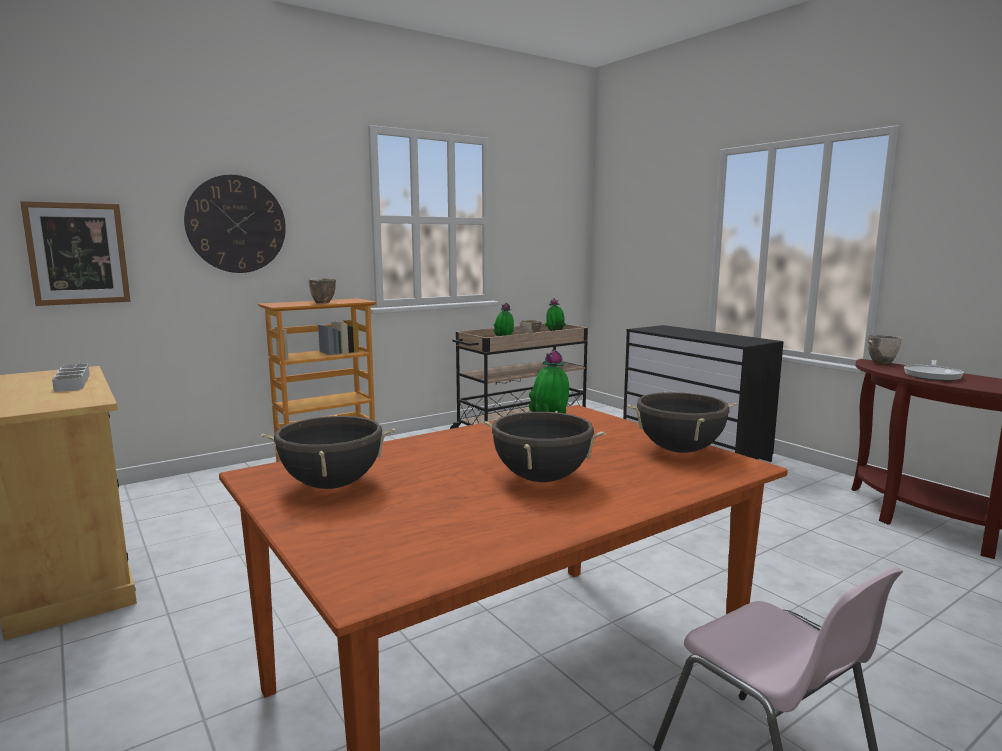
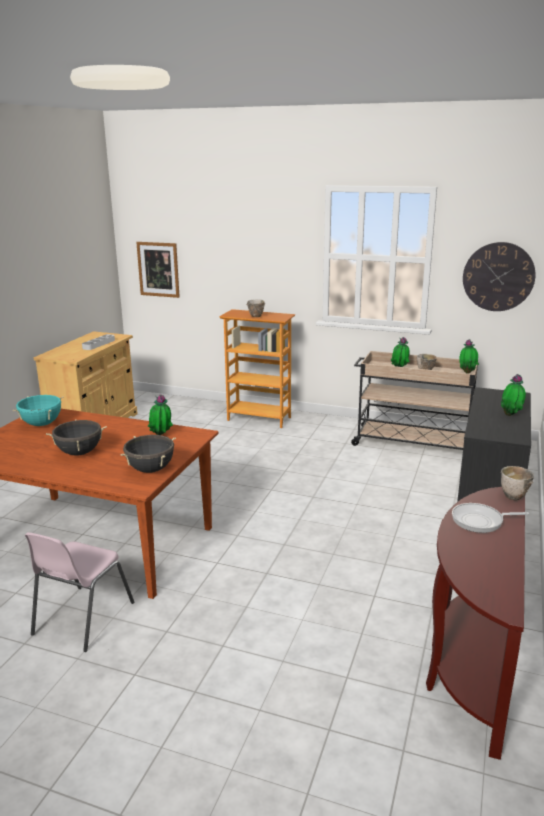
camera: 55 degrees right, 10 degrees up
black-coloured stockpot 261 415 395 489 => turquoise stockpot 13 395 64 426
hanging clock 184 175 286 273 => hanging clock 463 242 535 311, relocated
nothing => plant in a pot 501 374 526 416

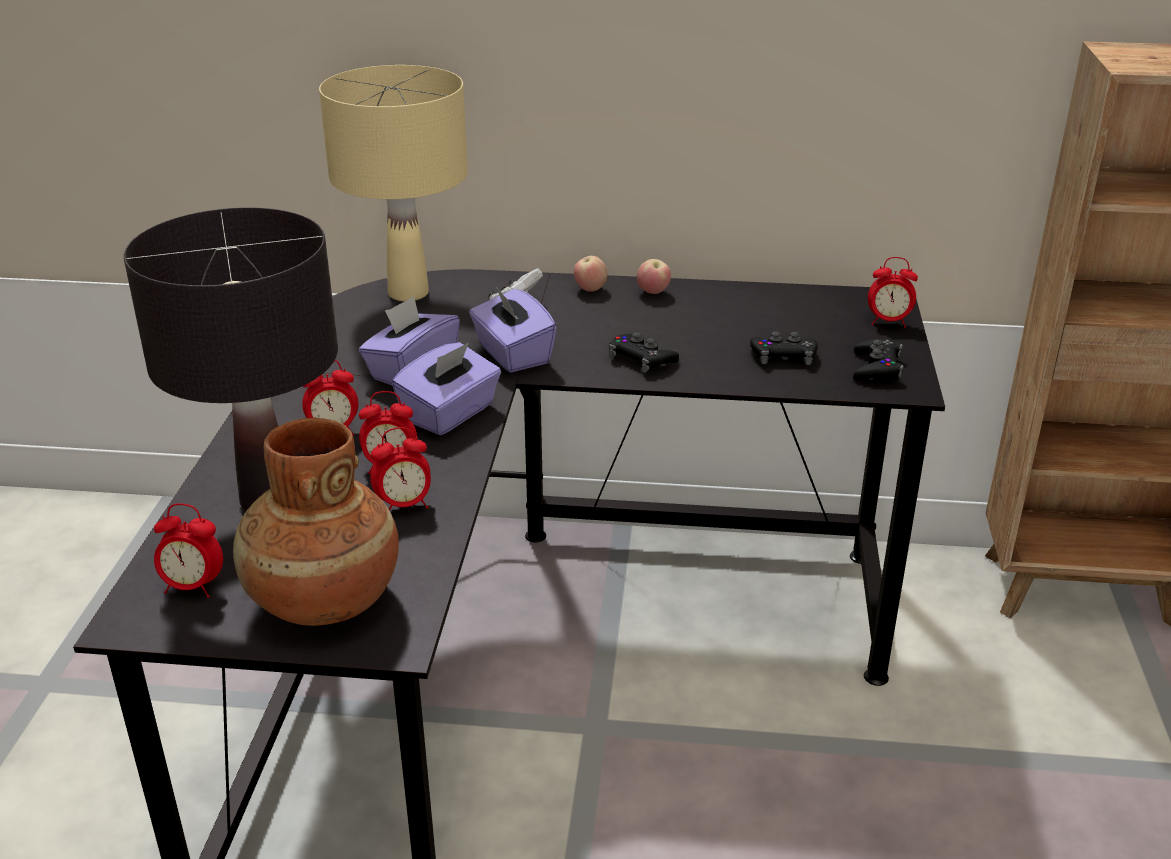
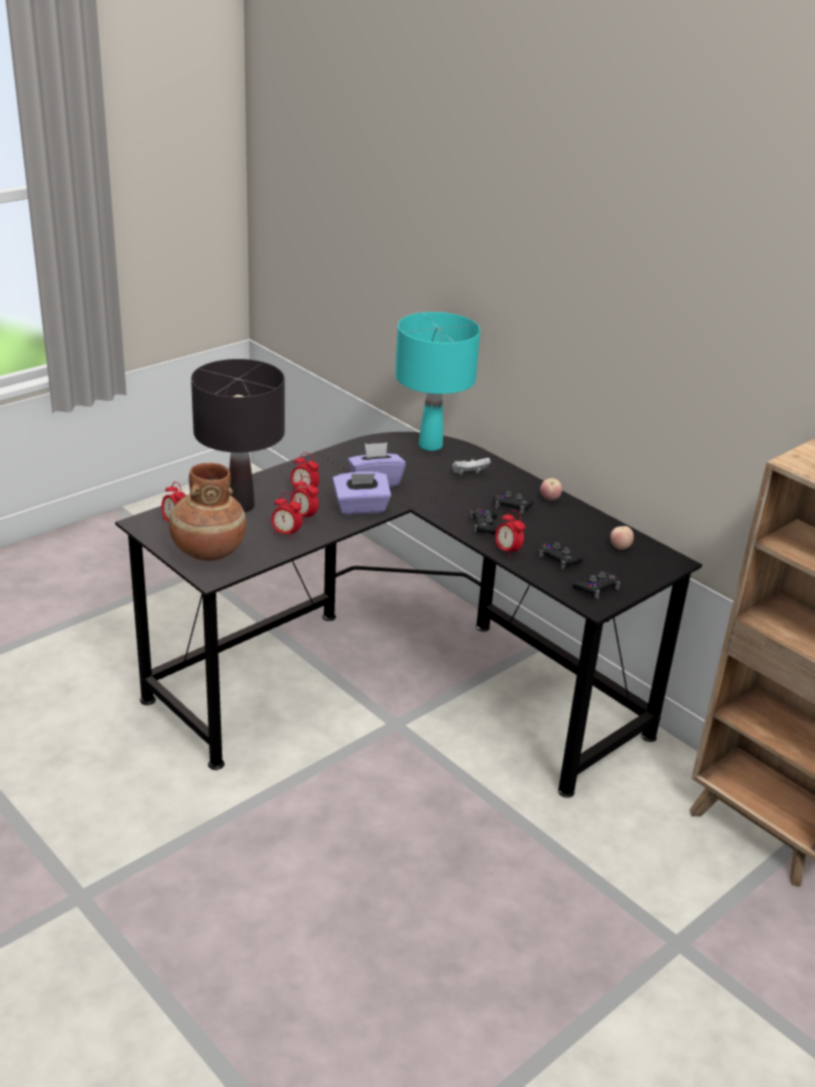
camera: 40 degrees right, 0 degrees up
sand-coloured table lamp 319 65 468 301 => turquoise table lamp 395 312 480 451
nothing => black-coloured joypad 494 491 533 514
table clock 868 257 918 328 => table clock 495 510 525 558, relocated
apple 574 256 607 292 => apple 610 526 634 550, relocated
purple-coloured tissue box 469 285 557 372 => nothing

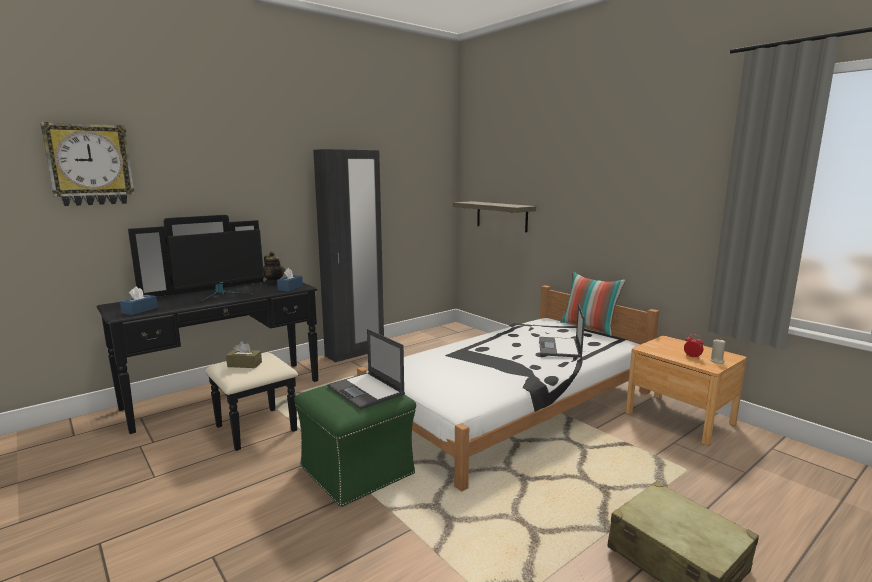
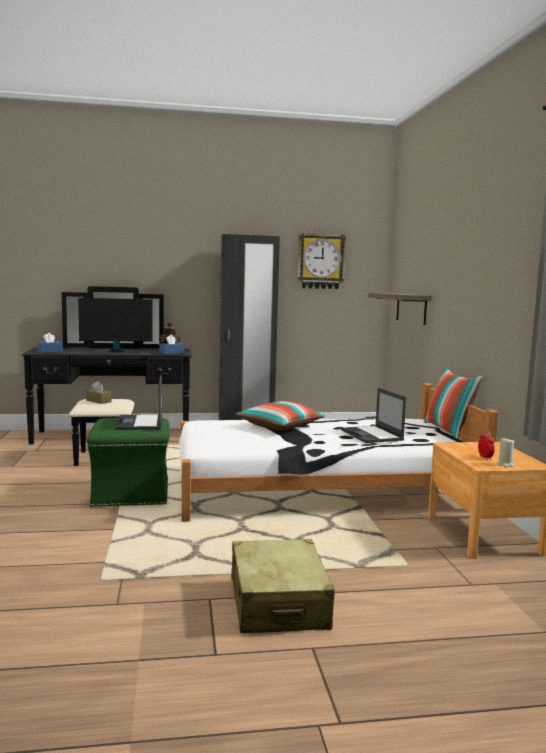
camera: 30 degrees right, 5 degrees down
nothing => throw pillow 235 401 325 430
hanging clock 40 122 135 206 => hanging clock 297 233 346 289, relocated
portable computer 539 304 585 358 => portable computer 341 388 406 443, 60 degrees counterclockwise

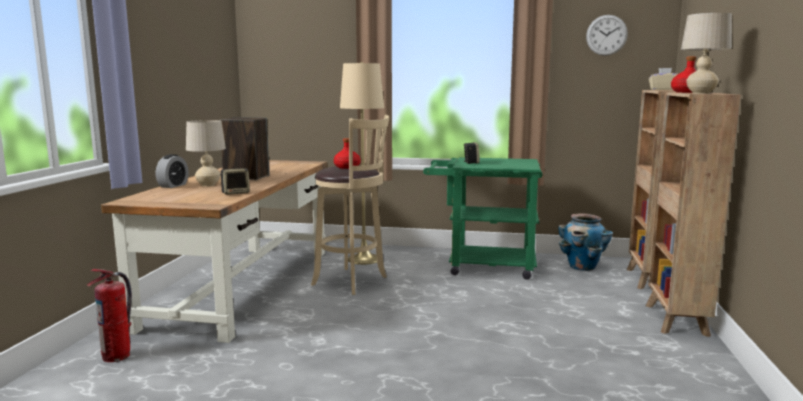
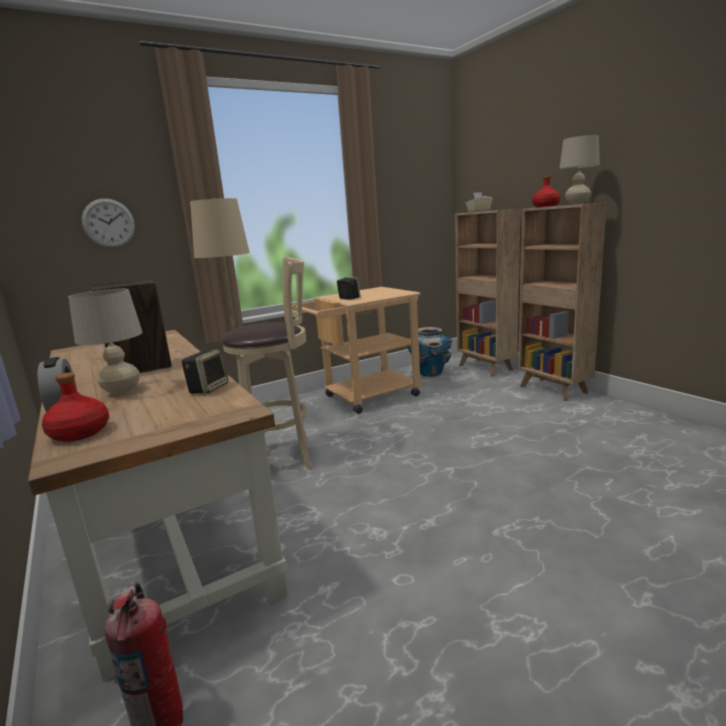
camera: 40 degrees left, 5 degrees up
red beverage bottle 334 138 361 169 => red beverage bottle 42 373 109 442, relocated
hanging clock 586 15 628 56 => hanging clock 81 198 135 248, relocated
greenish cart 423 157 543 280 => sand-coloured cart 292 287 421 414

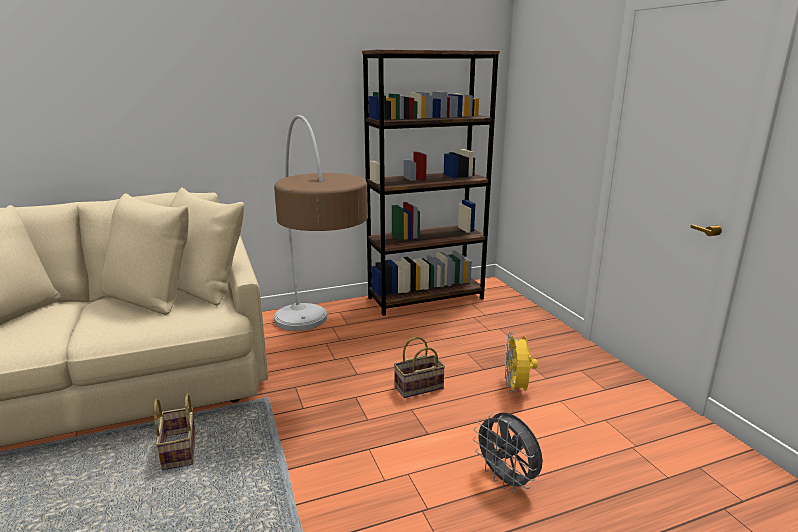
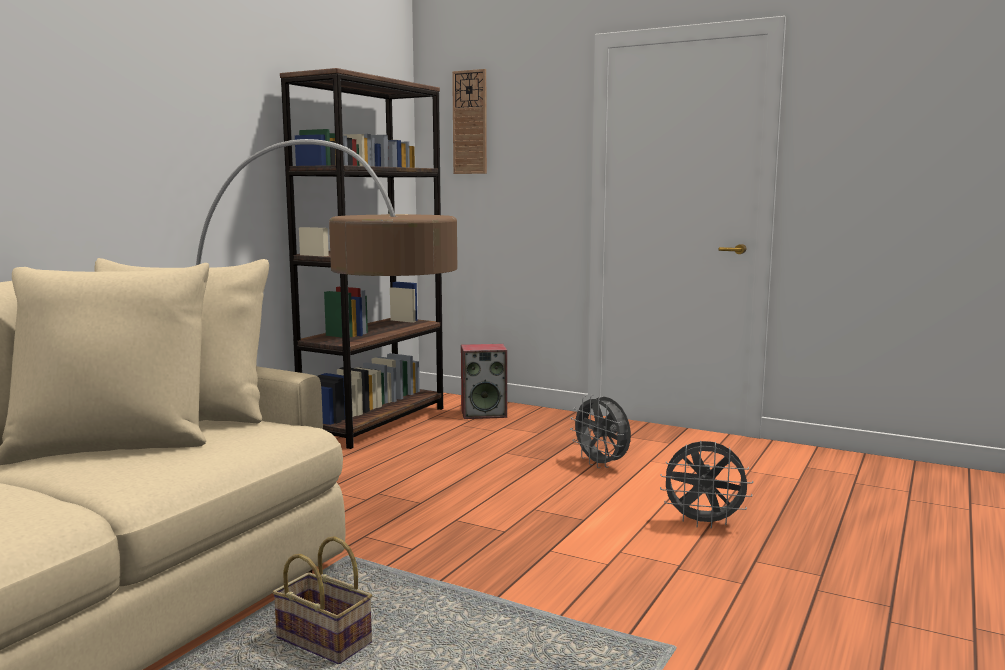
camera: 40 degrees left, 10 degrees down
nothing => hanging clock 452 69 487 174
nothing => loudspeaker 461 344 507 419
yellowish electric fan 504 332 538 395 => gray electric fan 570 394 631 468
basket 394 337 445 398 => nothing

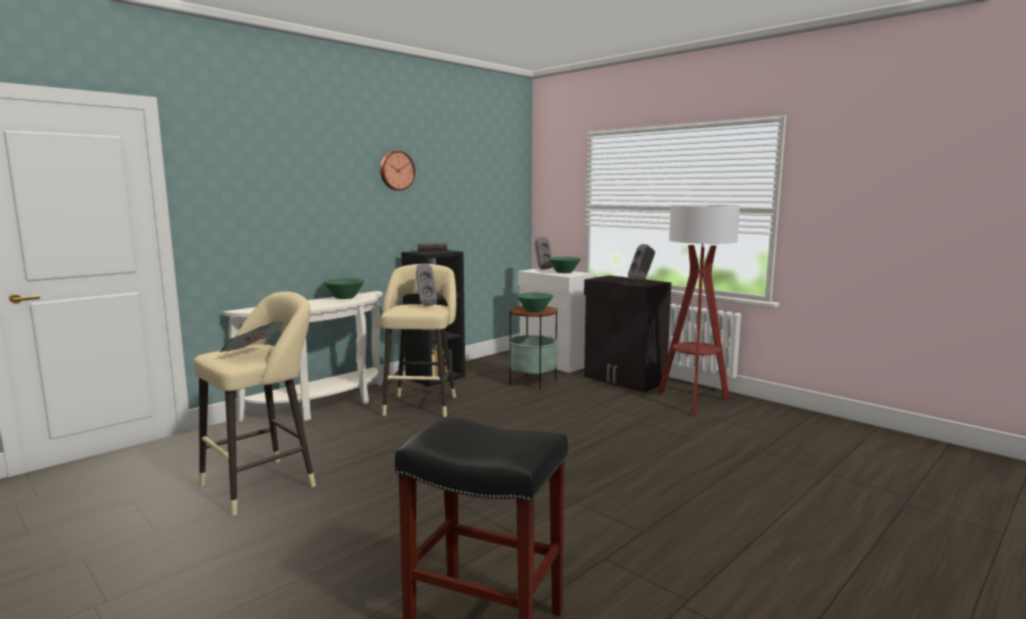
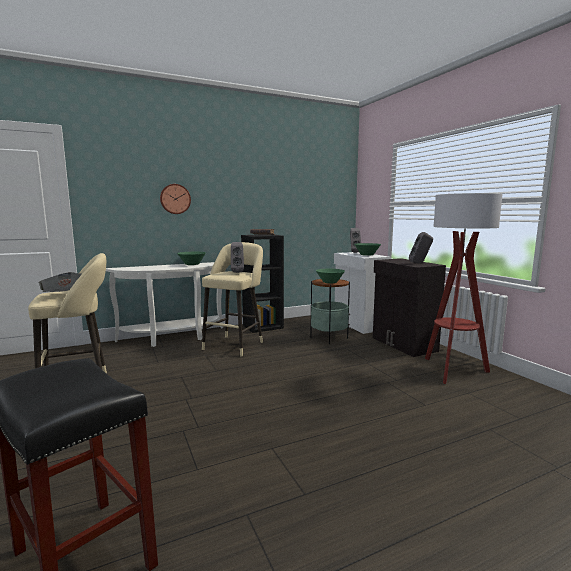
camera: 20 degrees right, 0 degrees up
hanging clock 380 151 415 191 => hanging clock 160 184 191 214, relocated

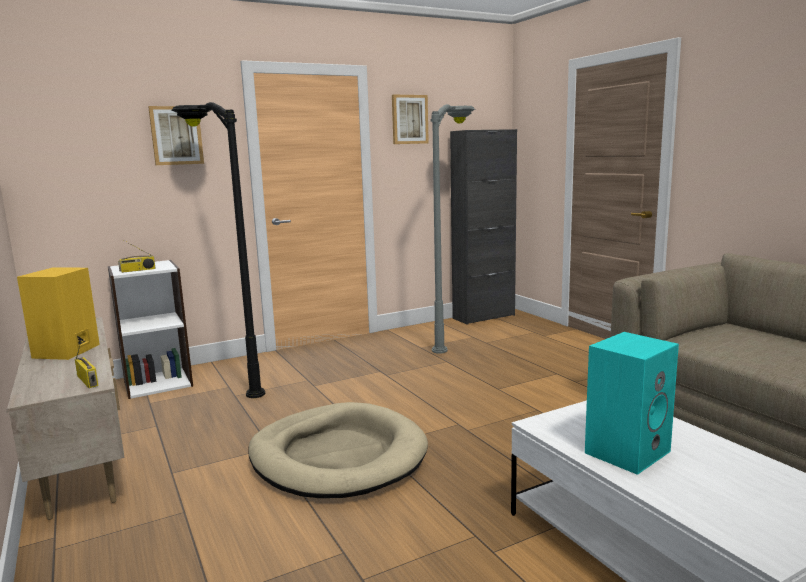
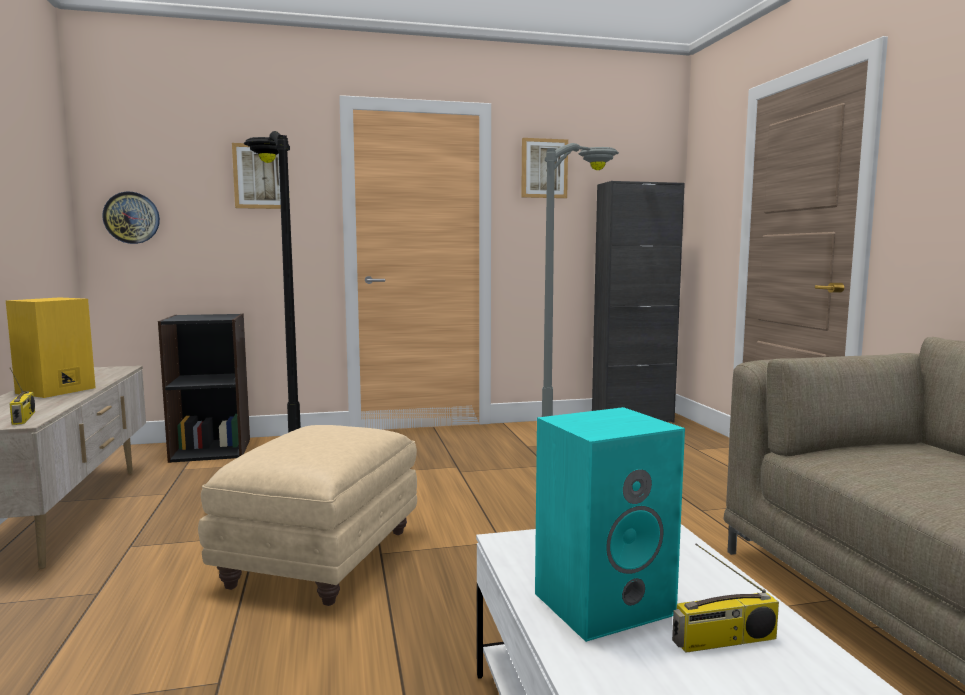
camera: 15 degrees right, 5 degrees down
nothing => hanging clock 103 192 160 244
white-coloured shelving unit 108 260 193 399 => black-coloured shelving unit 158 314 250 463
sand-coloured pet bed 248 402 428 498 => sand-coloured ottoman 198 425 417 606
radio set 118 240 156 273 => radio set 672 543 779 653, relocated

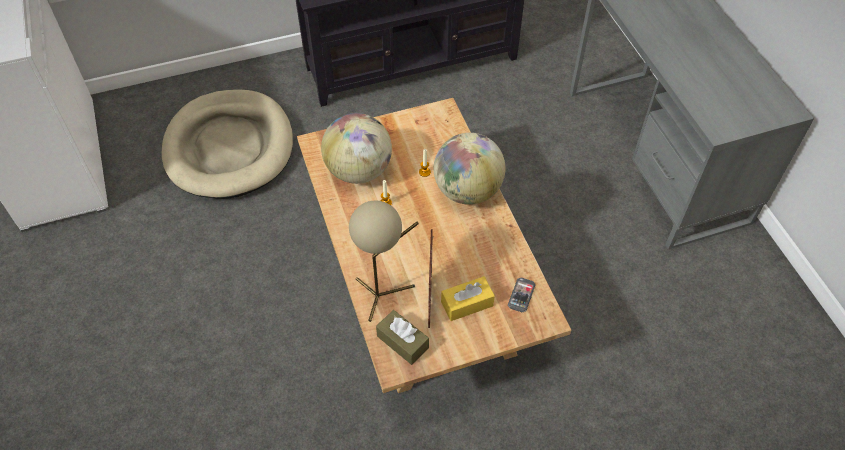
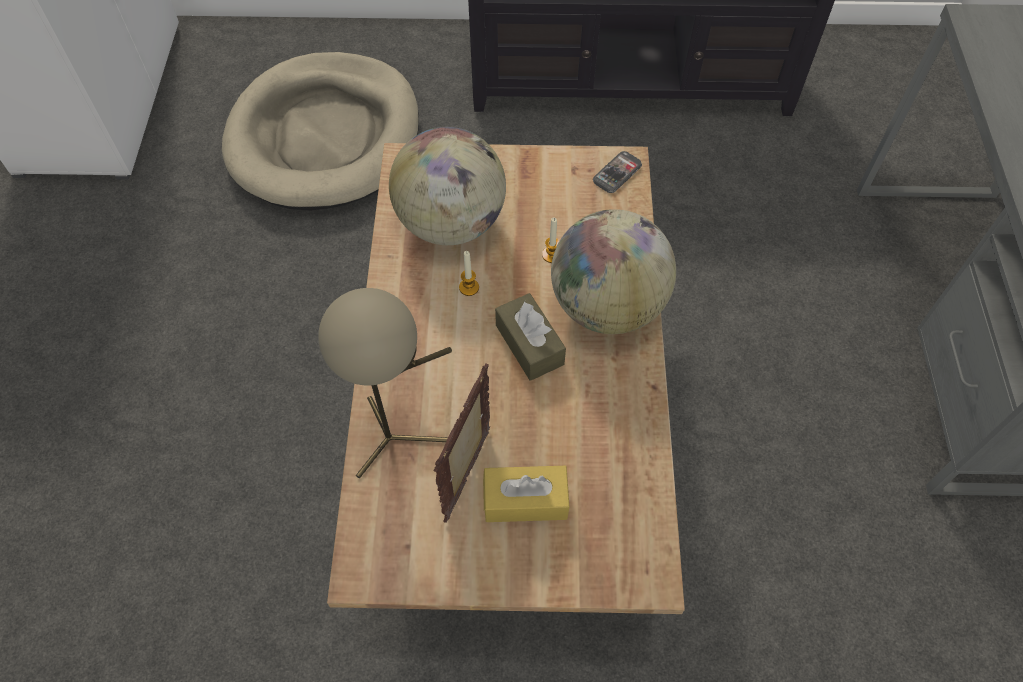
camera: 20 degrees right, 5 degrees up
brownish tissue box 376 310 429 365 => brownish tissue box 495 293 566 381, relocated
phone 508 278 535 312 => phone 593 151 642 193, relocated

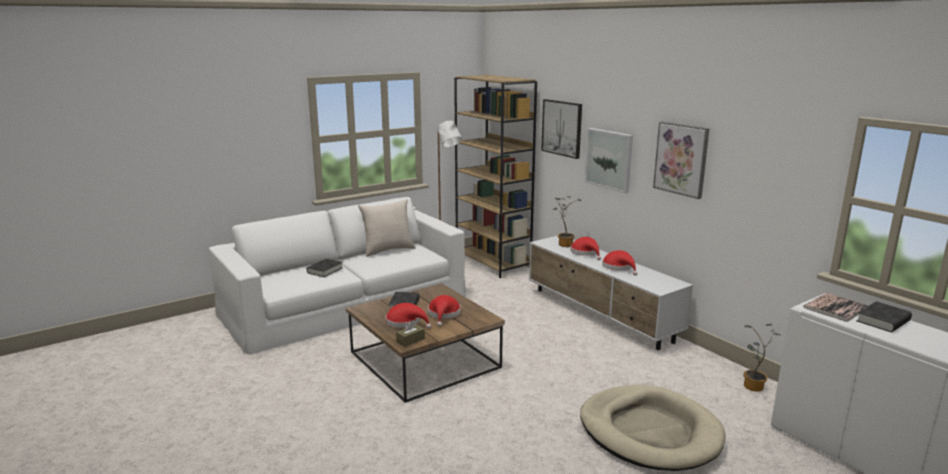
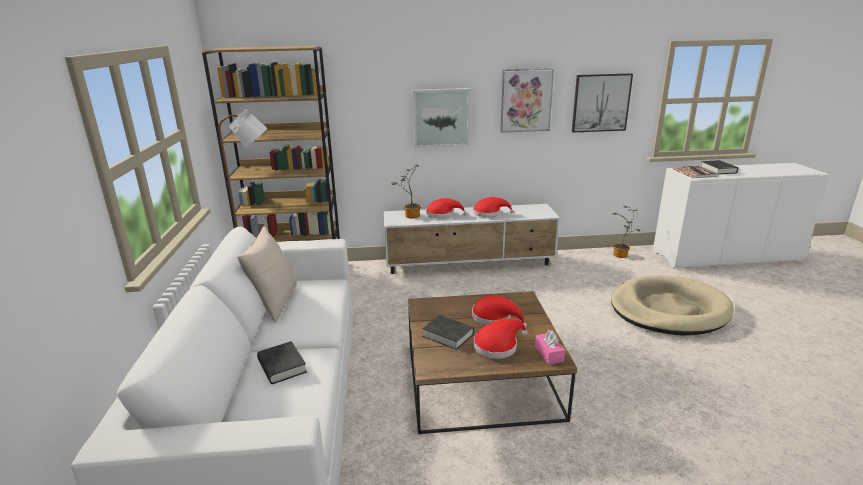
camera: 60 degrees left, 5 degrees up
brownish tissue box 396 321 425 347 => pink tissue box 535 330 565 364
picture 541 99 582 159 => picture 572 74 633 132, relocated

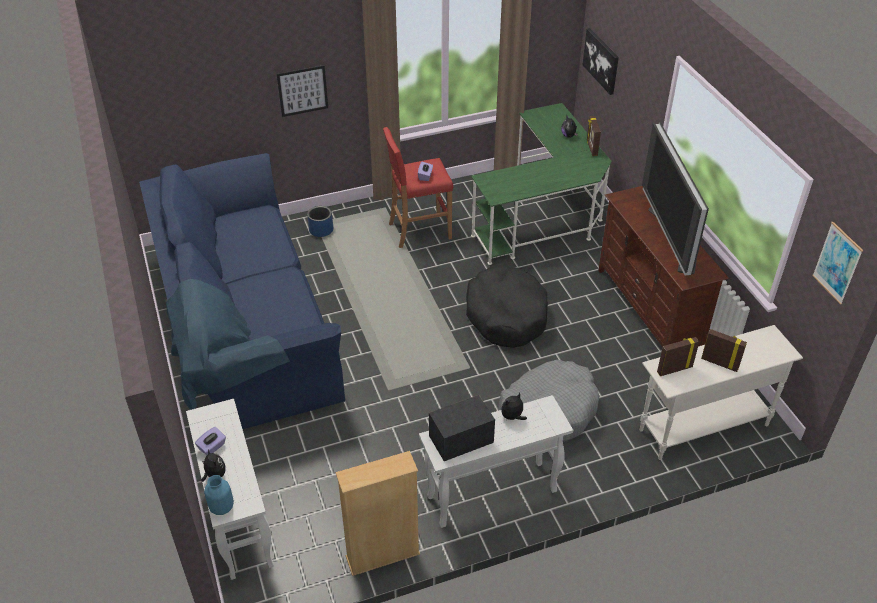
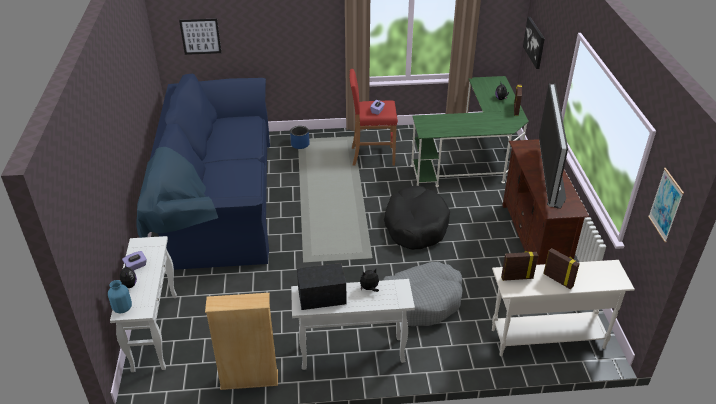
camera: 15 degrees right, 5 degrees down
picture 276 65 328 117 => picture 179 18 222 55, relocated

